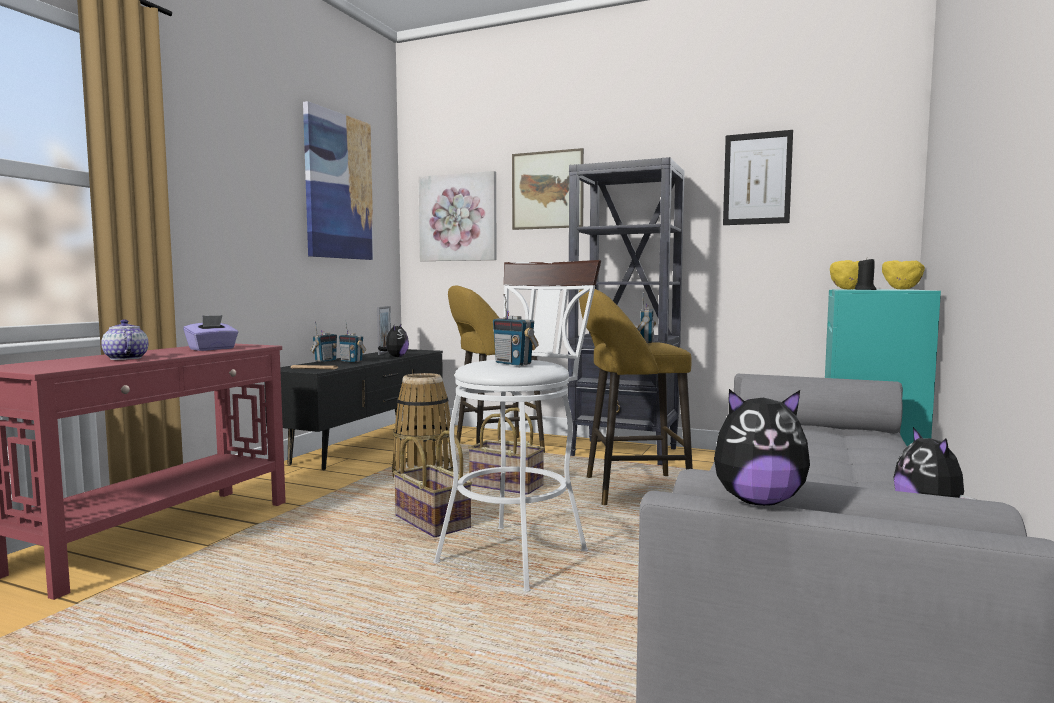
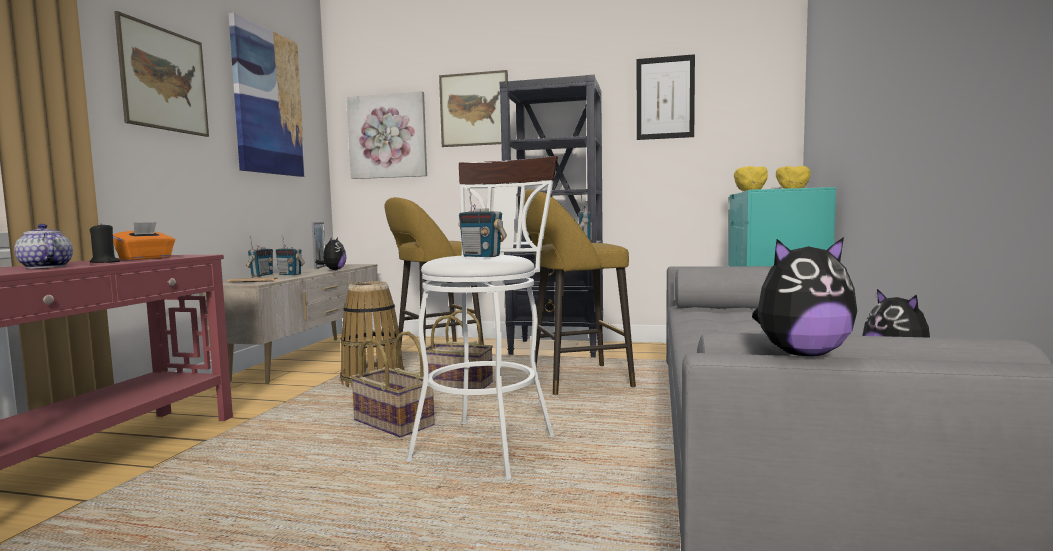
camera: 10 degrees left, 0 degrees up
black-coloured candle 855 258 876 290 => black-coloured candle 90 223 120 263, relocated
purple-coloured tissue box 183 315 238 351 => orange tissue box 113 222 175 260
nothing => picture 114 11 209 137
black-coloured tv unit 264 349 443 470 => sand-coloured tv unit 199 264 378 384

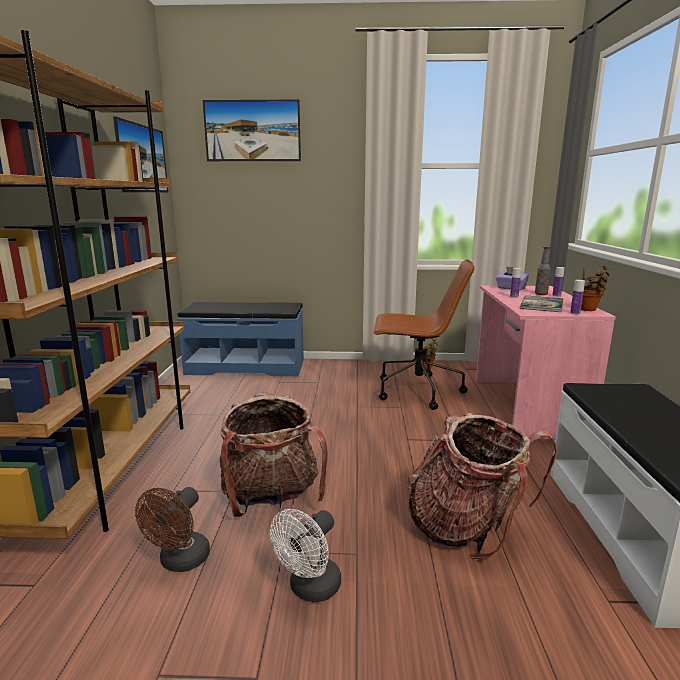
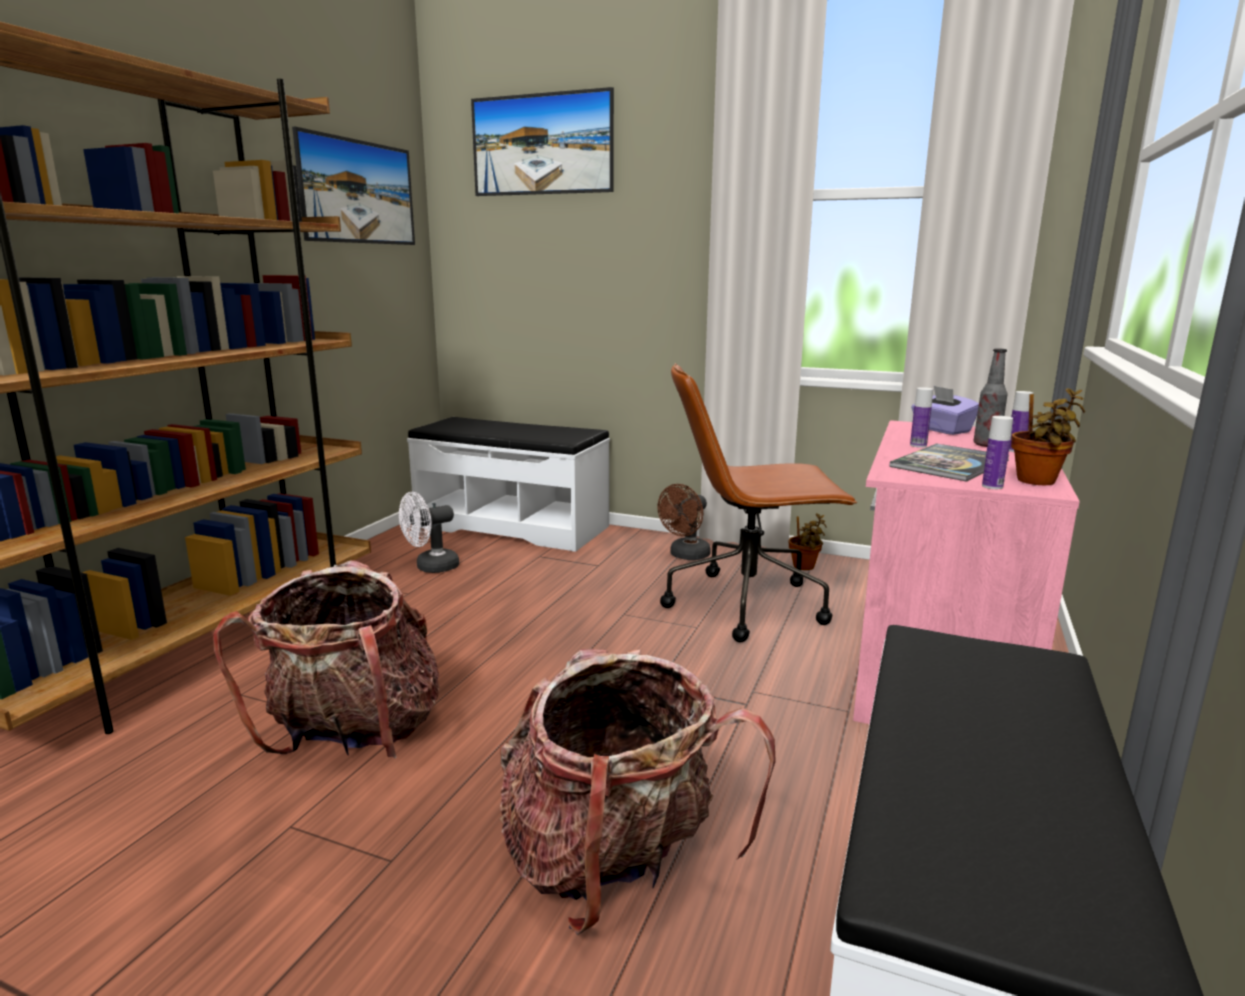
camera: 20 degrees right, 0 degrees up
white-coloured electric fan 270 509 341 603 => white-coloured electric fan 399 492 459 573, relocated
blue-coloured bench 177 302 304 377 => white-coloured bench 407 417 610 552
brownish electric fan 135 487 210 572 => brownish electric fan 657 484 711 560, relocated
brownish computer chair 373 259 475 410 => brownish computer chair 660 363 858 642, 150 degrees clockwise

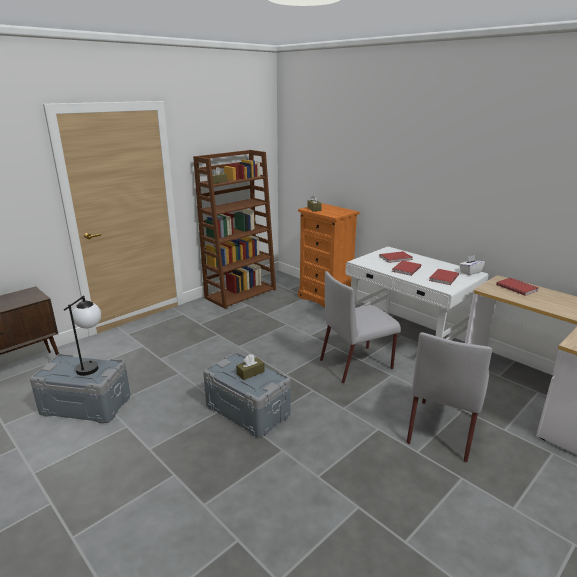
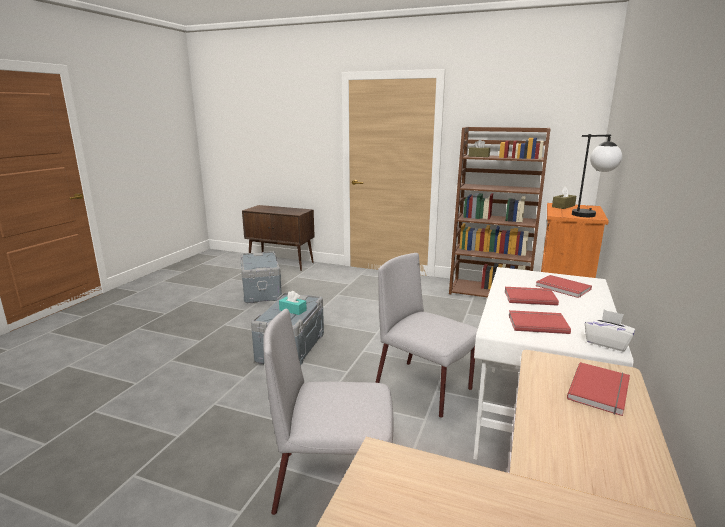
camera: 65 degrees right, 5 degrees down
brownish tissue box 236 354 265 380 => turquoise tissue box 279 291 307 315
table lamp 64 295 101 376 => table lamp 572 134 622 217, relocated

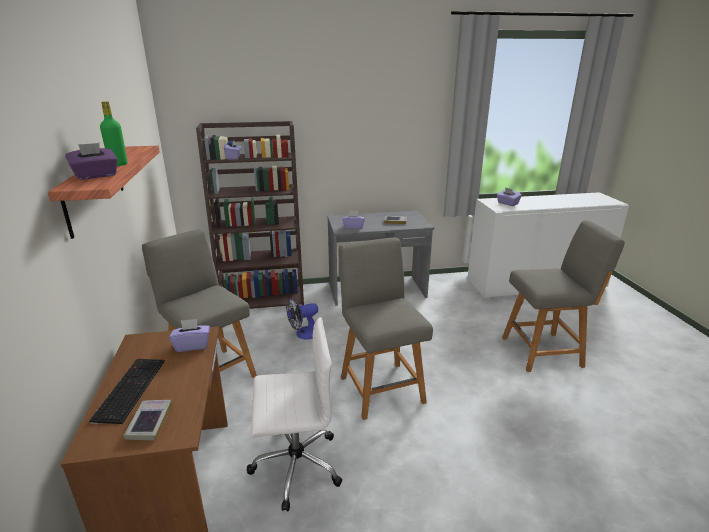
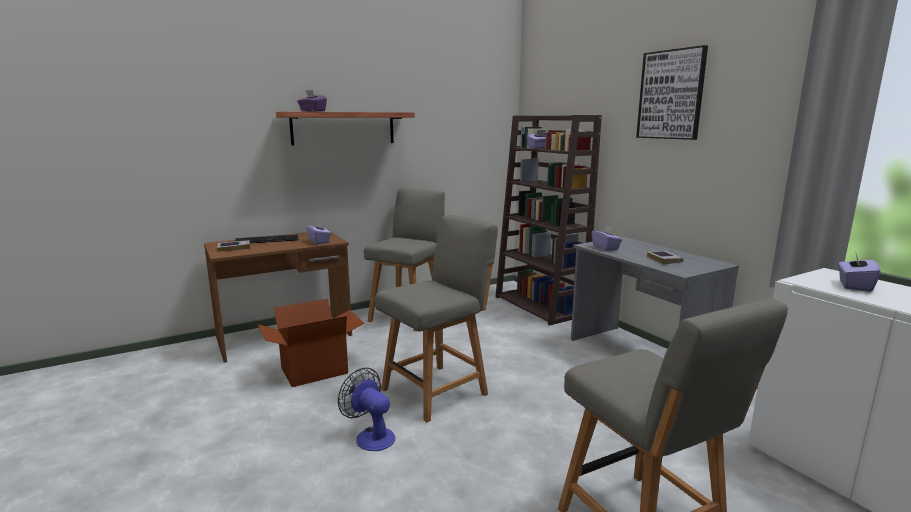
camera: 70 degrees right, 10 degrees down
white-coloured computer chair 247 317 342 511 => cardboard box 257 299 364 387
electric fan 286 298 318 340 => electric fan 338 368 395 451, relocated
nothing => picture 636 45 708 140
greenish beverage bottle 100 101 128 166 => nothing

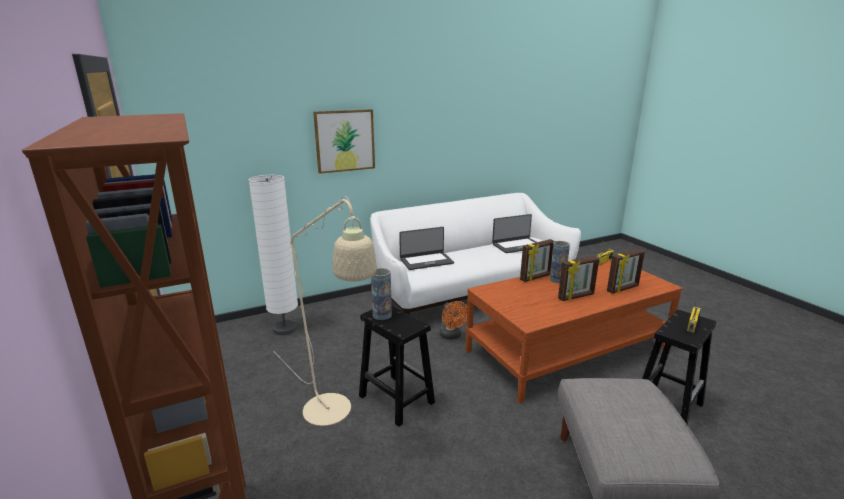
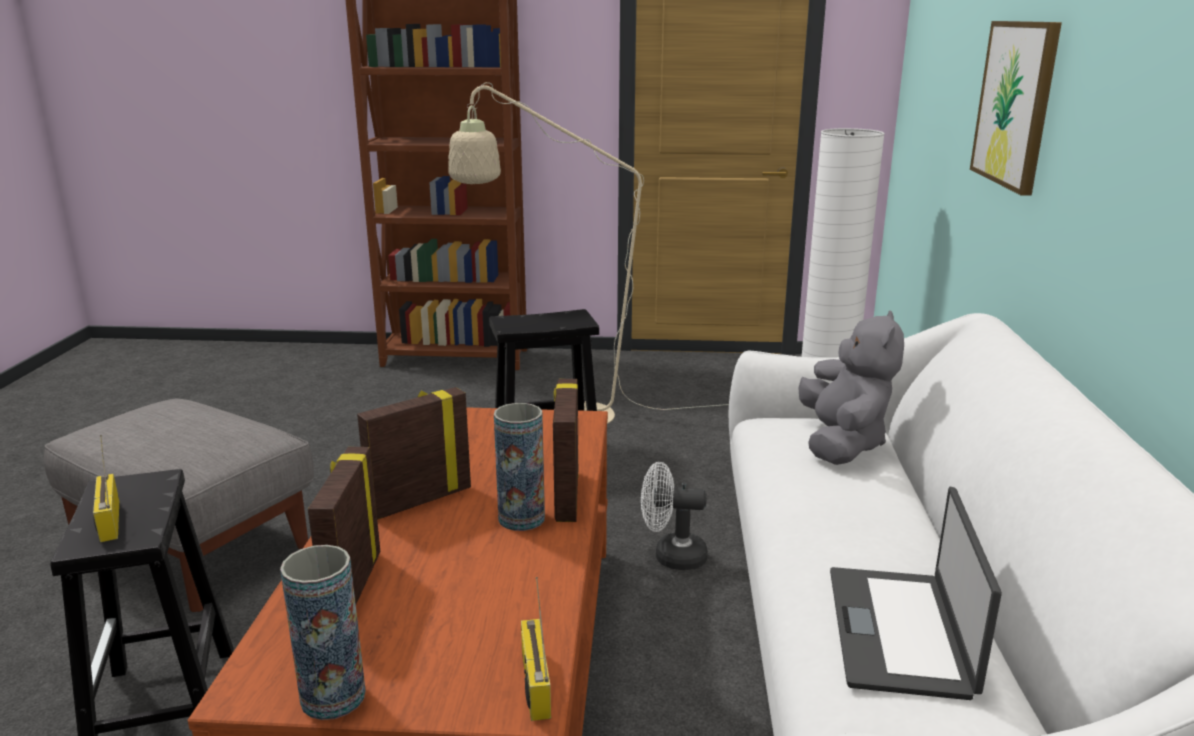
camera: 120 degrees right, 0 degrees up
decorative vase 371 268 392 320 => decorative vase 280 545 366 720, relocated
photo frame 558 256 599 301 => photo frame 357 387 471 520, 45 degrees clockwise
orange electric fan 439 301 467 340 => white-coloured electric fan 641 462 708 570
portable computer 399 227 454 270 => gray cuddly toy 798 310 904 465

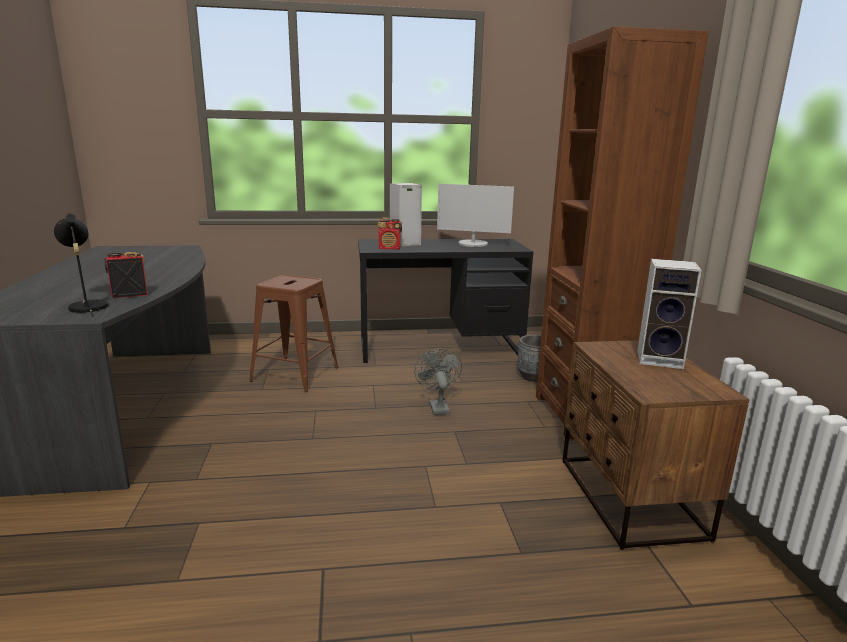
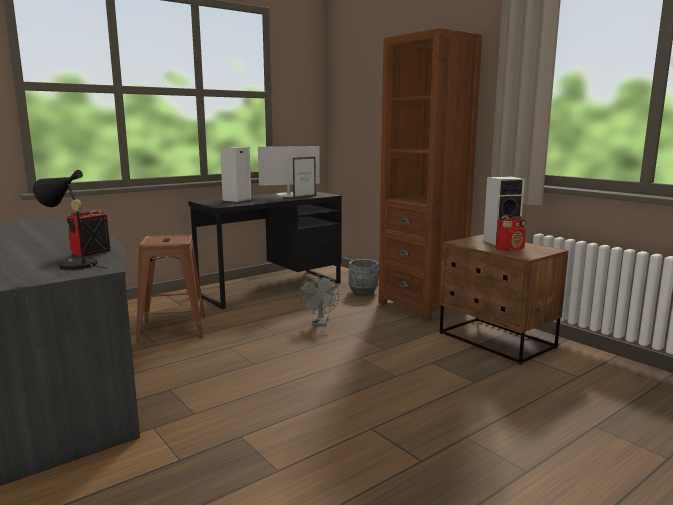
camera: 30 degrees left, 5 degrees down
nothing => photo frame 293 157 316 199
gray electric fan 414 348 462 415 => gray electric fan 299 274 339 326, 135 degrees counterclockwise
radio set 377 217 402 250 => radio set 496 215 526 251, relocated

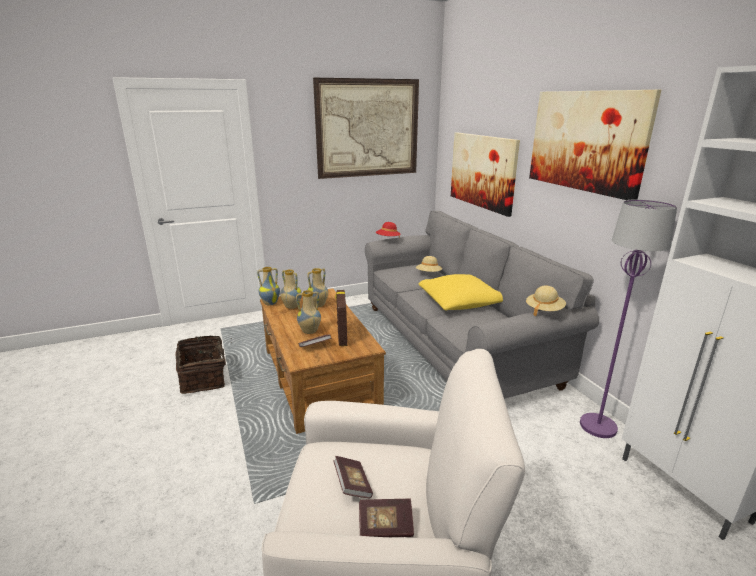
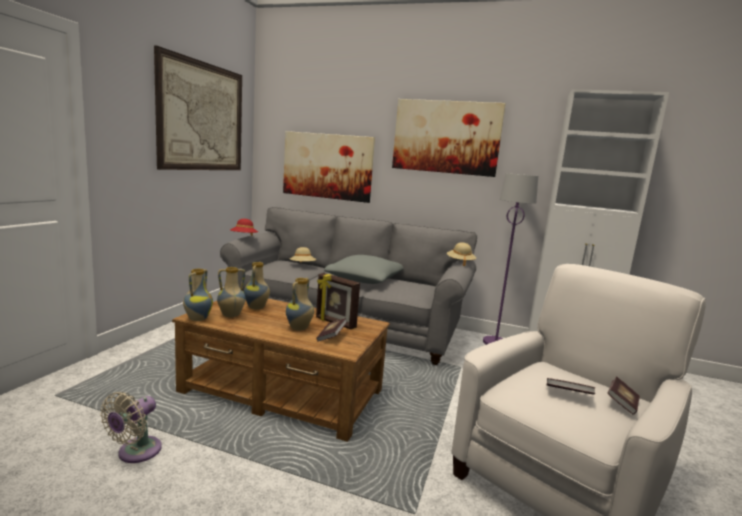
camera: 50 degrees left, 10 degrees down
basket 175 335 226 394 => sand-coloured electric fan 100 392 162 463
yellowish throw pillow 419 274 503 310 => gray throw pillow 324 255 403 284

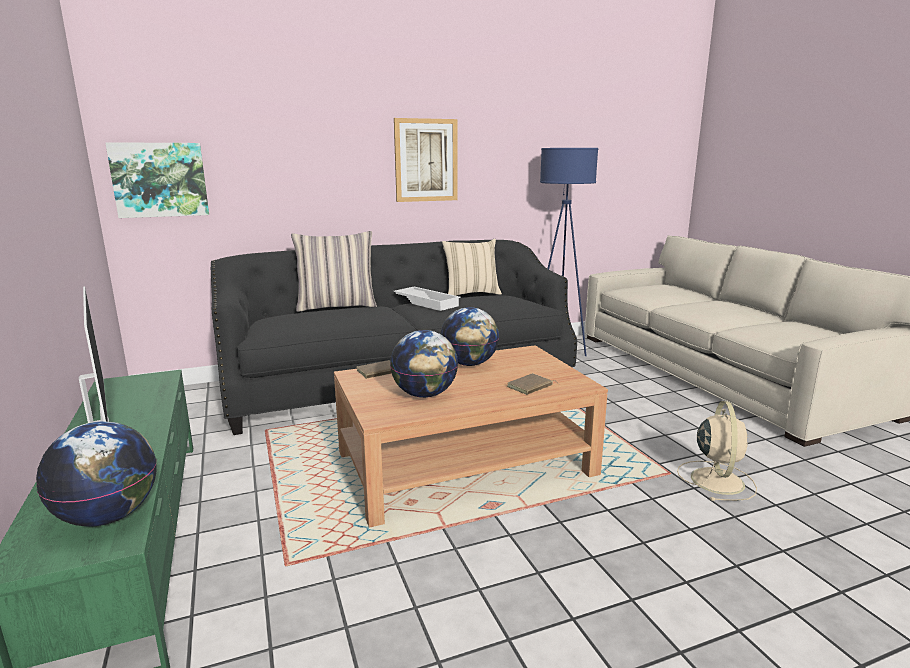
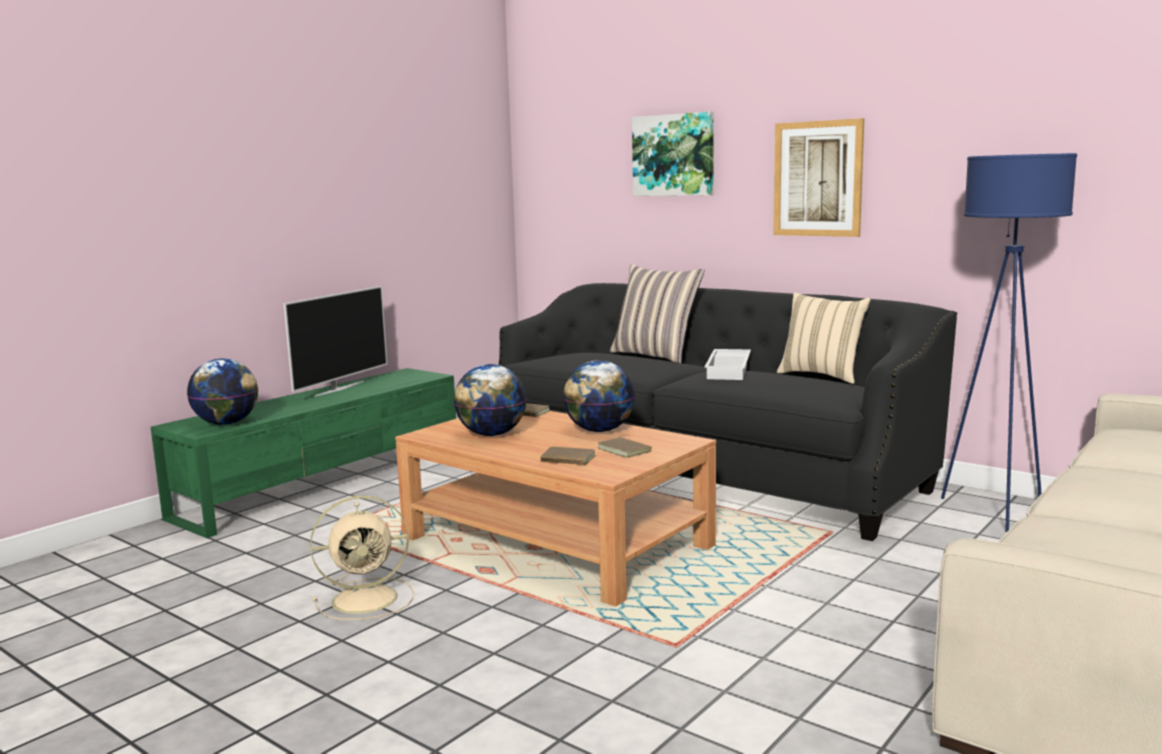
camera: 60 degrees right, 5 degrees down
sand-coloured electric fan 677 401 757 501 => sand-coloured electric fan 310 496 414 620, relocated
nothing => brownish volume 598 437 652 458
picture 105 142 209 218 => picture 632 111 714 196, relocated

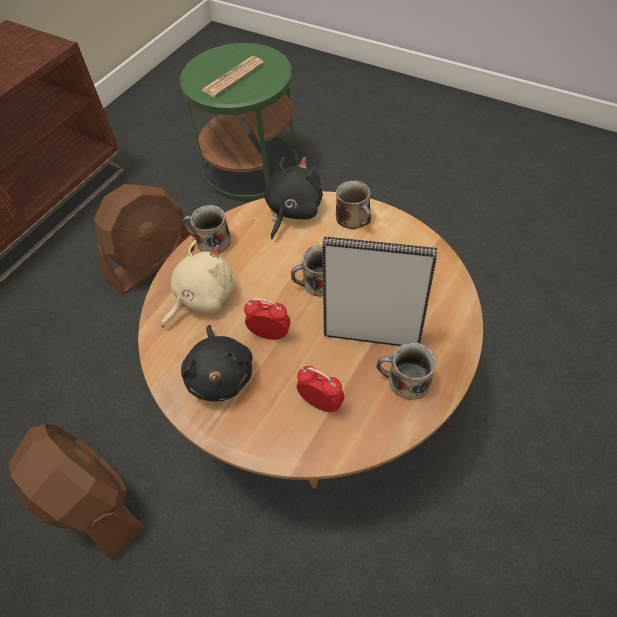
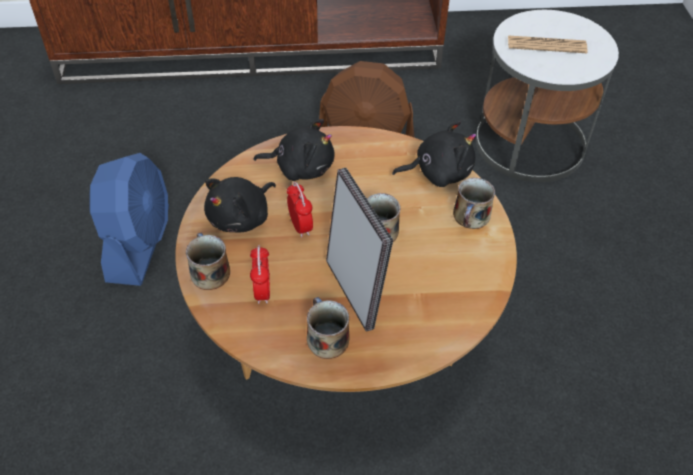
camera: 50 degrees right, 5 degrees down
brownish electric fan 9 424 145 561 => blue-coloured electric fan 89 153 169 286
coffee mug 183 205 231 253 => coffee mug 186 232 230 290, relocated
sand-coloured cuddly toy 161 240 234 327 => black-coloured cuddly toy 254 119 335 181
greenish accent table 180 43 299 201 => white-coloured accent table 476 10 619 182

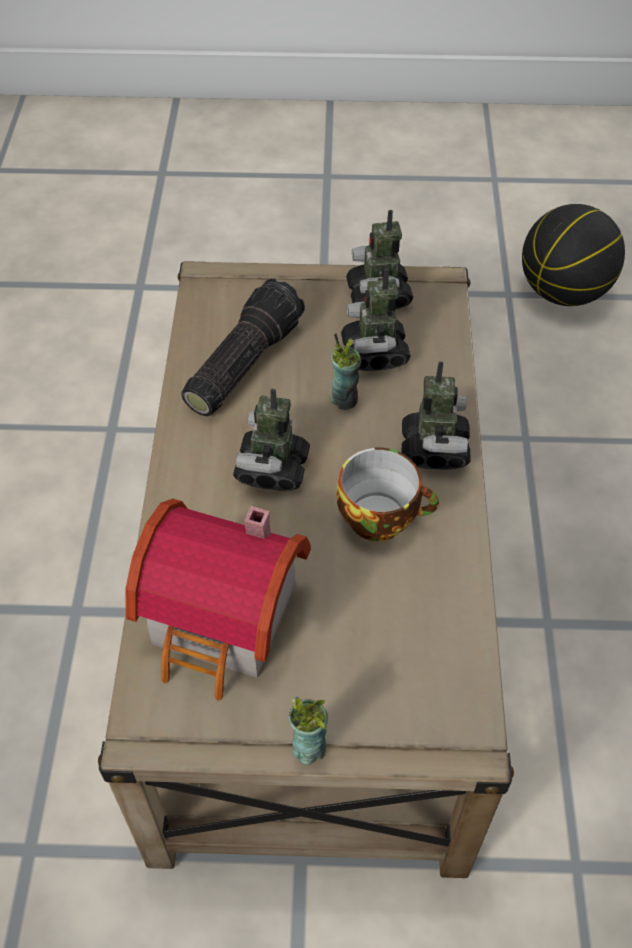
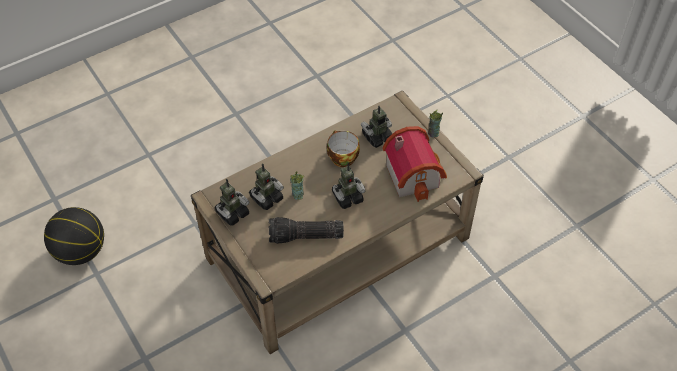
camera: 125 degrees left, 0 degrees up
model robot 402 361 471 470 => model robot 361 106 392 148, relocated

